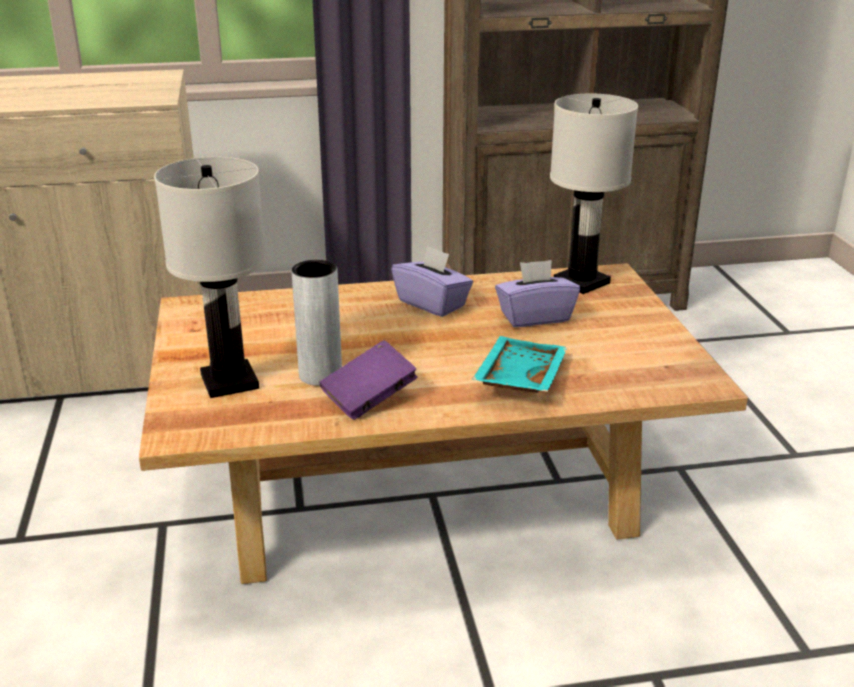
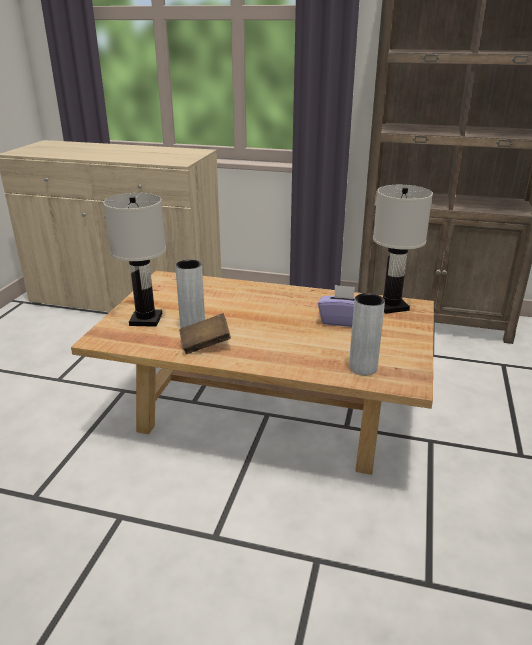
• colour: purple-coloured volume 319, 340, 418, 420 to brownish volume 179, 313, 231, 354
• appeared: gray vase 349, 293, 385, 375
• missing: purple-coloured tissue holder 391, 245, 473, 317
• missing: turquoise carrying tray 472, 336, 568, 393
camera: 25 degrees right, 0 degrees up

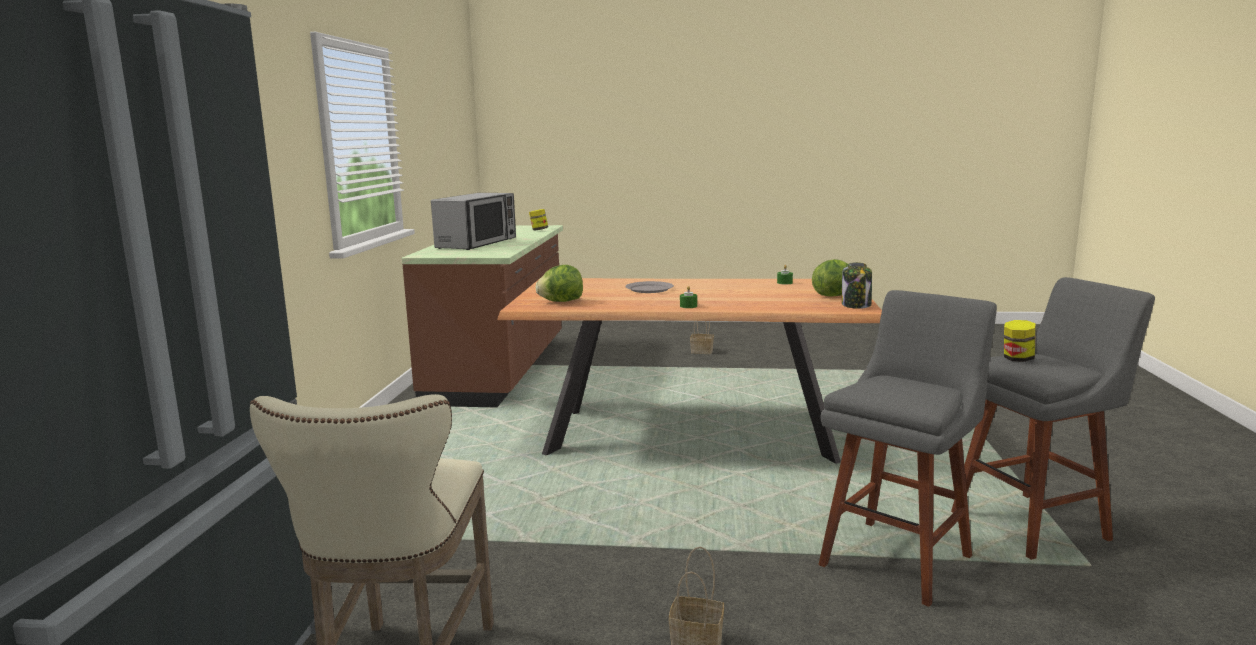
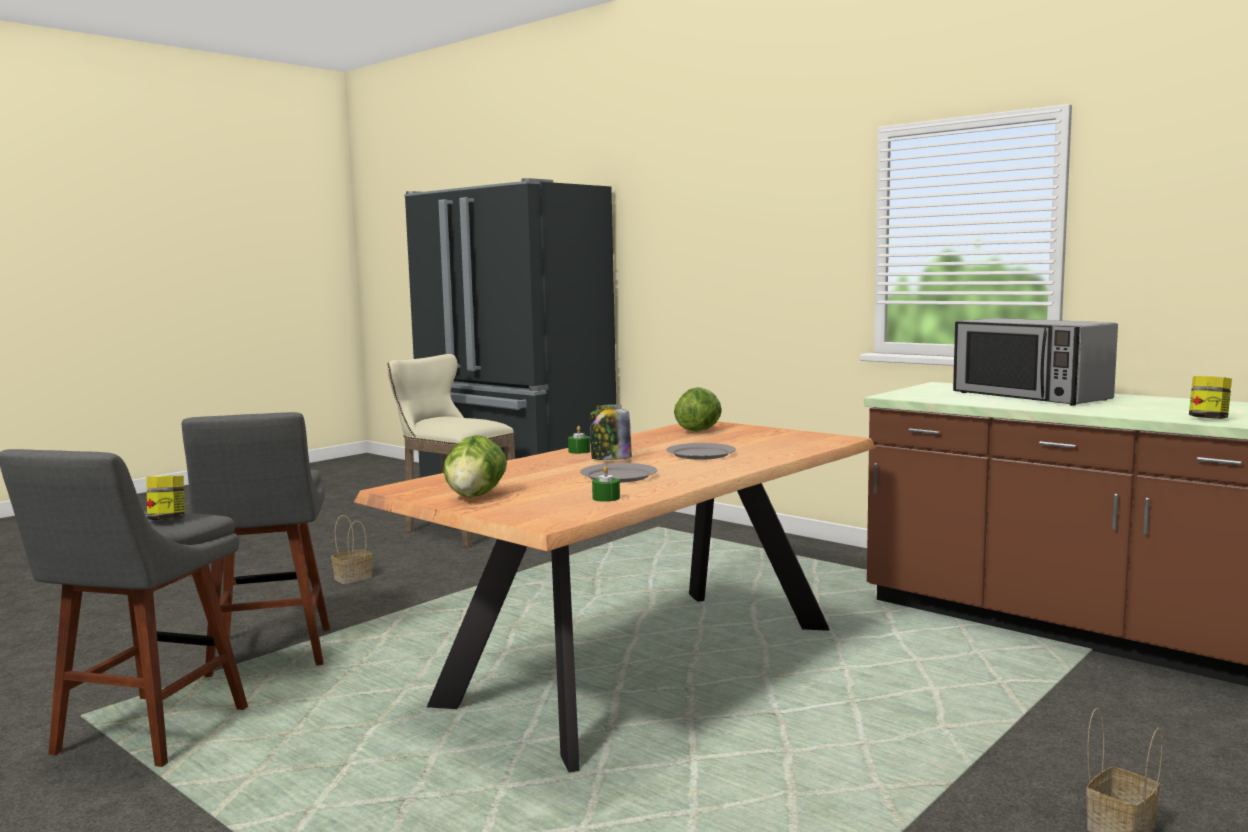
• appeared: gray flat dish 580, 463, 657, 483
• relocated: jar 842, 262, 872, 309 to 590, 404, 632, 460
camera: 125 degrees right, 5 degrees down

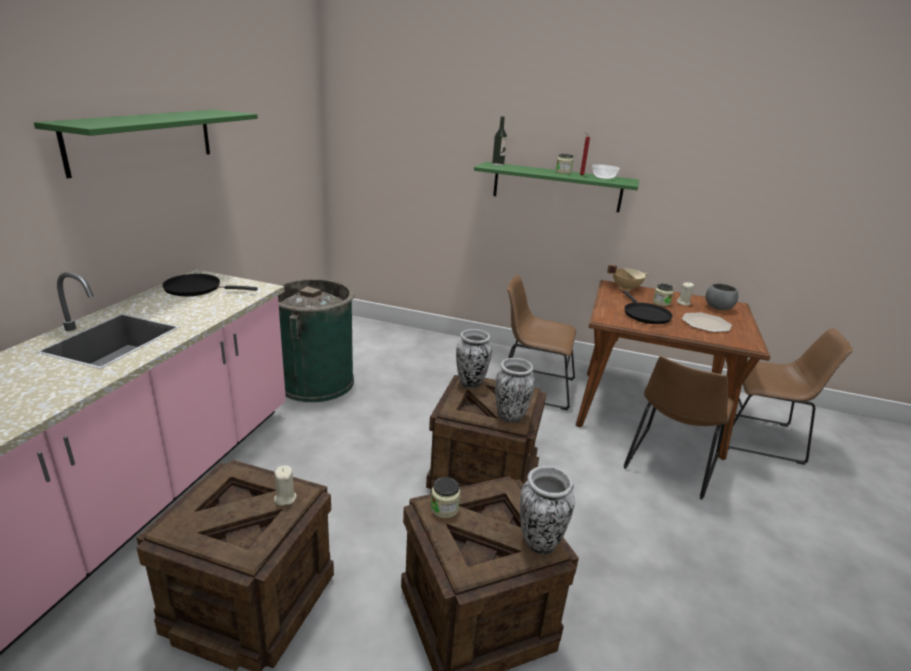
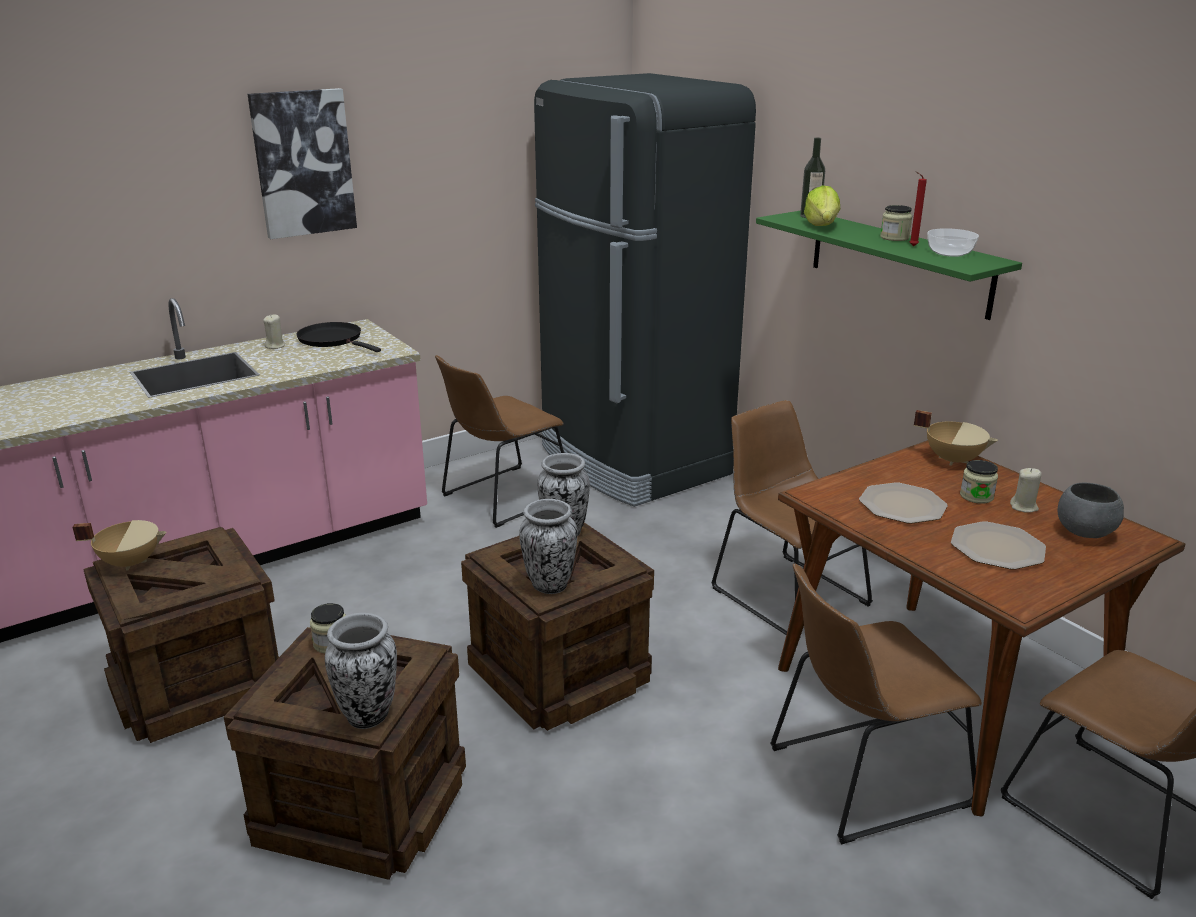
• appeared: sand-coloured saucepot 72, 520, 167, 571
• exchanged: green-coloured shelf 34, 110, 258, 178 to wall picture 248, 88, 357, 239
• relocated: sand-coloured candle 274, 465, 297, 506 to 263, 315, 285, 349
• exchanged: green-coloured rubbish bin 278, 279, 355, 402 to brownish chair 435, 355, 564, 528
• appeared: black-coloured kitchen fridge 534, 73, 756, 507
• appeared: lettuce 804, 185, 840, 226
• exchanged: black-coloured frying pan 623, 291, 673, 324 to flat dish 859, 482, 948, 524
camera: 40 degrees right, 0 degrees up

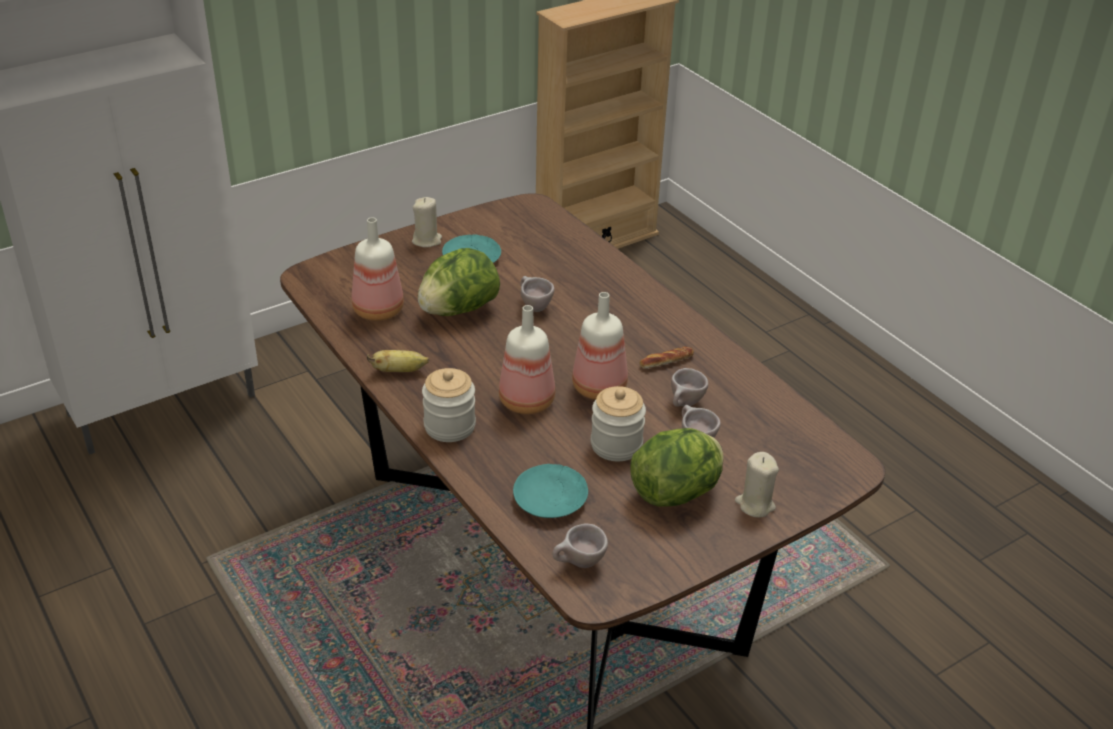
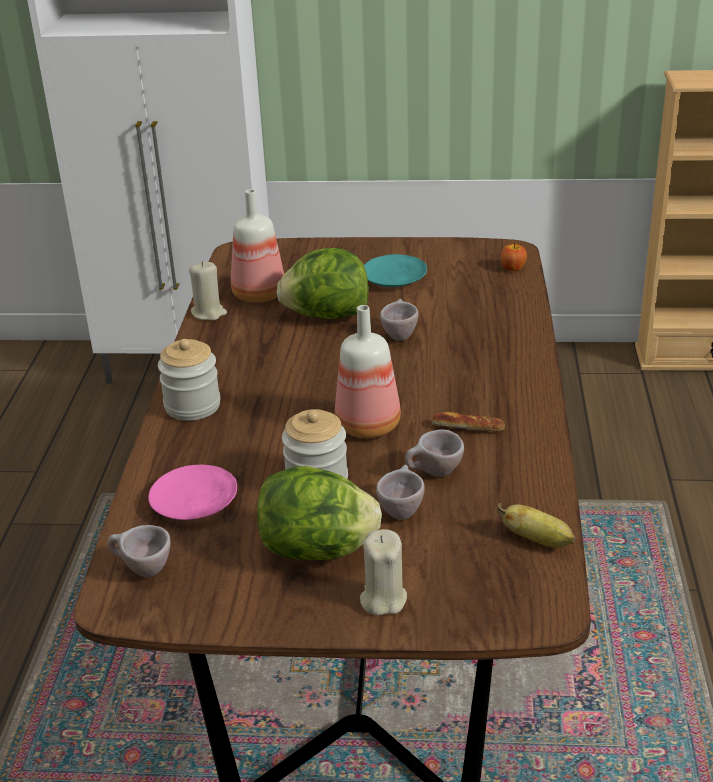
• colour: turquoise flat dish 513, 464, 588, 518 to pink-coloured flat dish 148, 465, 237, 520
• relocated: sand-coloured candle 412, 197, 442, 247 to 189, 261, 227, 320
• relocated: whole banana 367, 350, 429, 372 to 497, 503, 575, 548
• appeared: apple 501, 243, 527, 271
• missing: beverage bottle 499, 305, 555, 414
camera: 40 degrees right, 5 degrees down

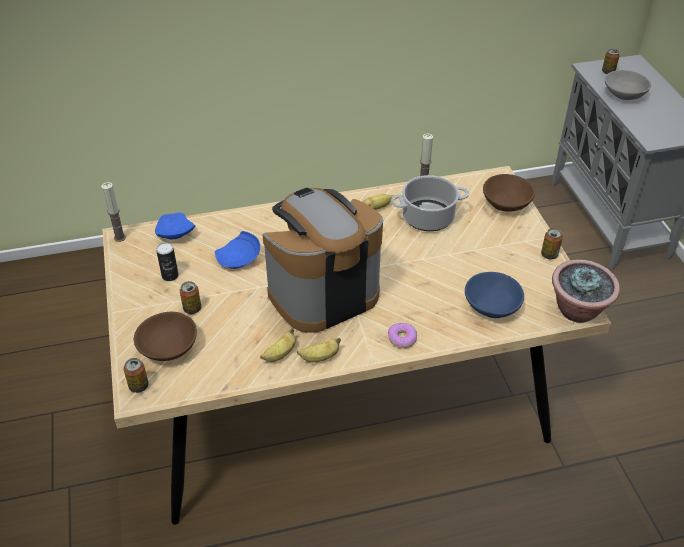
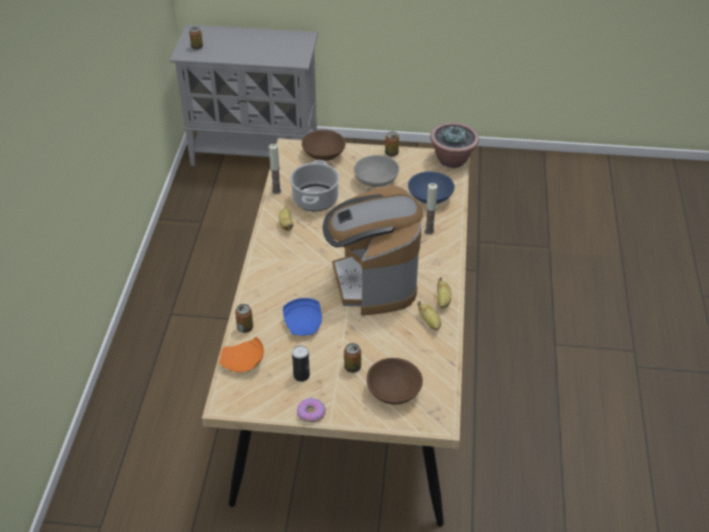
• colour: blue-coloured flat dish 155, 212, 195, 239 to orangey flat dish 219, 337, 264, 372
• relocated: can 124, 358, 149, 393 to 235, 304, 253, 333
• relocated: ring doughnut 388, 323, 417, 348 to 297, 398, 326, 422
• relocated: gray bowl 605, 70, 651, 100 to 354, 155, 399, 187
• relocated: candle 101, 182, 126, 242 to 424, 183, 438, 235
camera: 70 degrees left, 0 degrees up

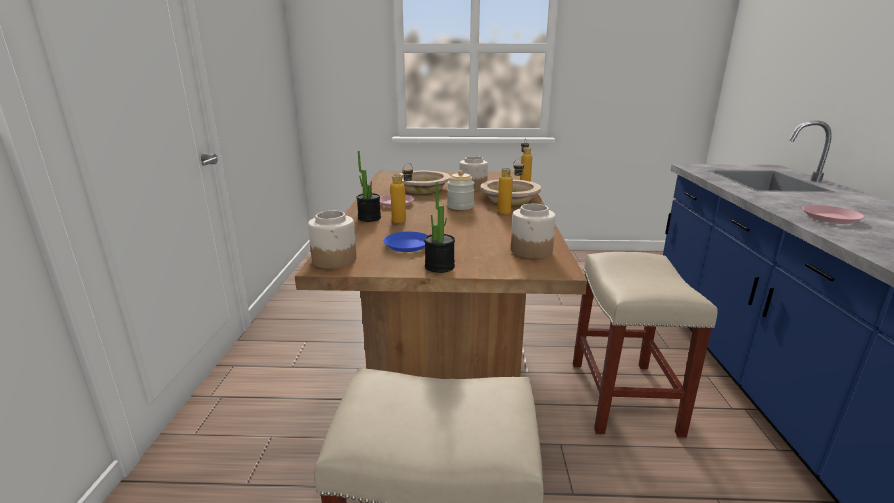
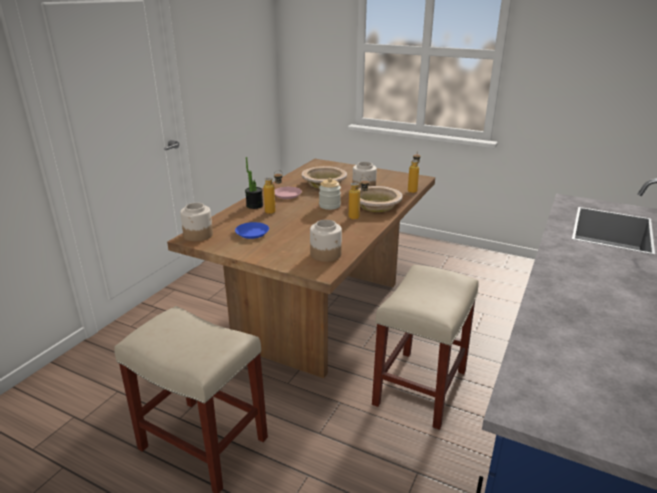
• missing: houseplant 424, 182, 455, 273
• missing: pink-coloured flat dish 802, 205, 864, 224
camera: 25 degrees right, 5 degrees up

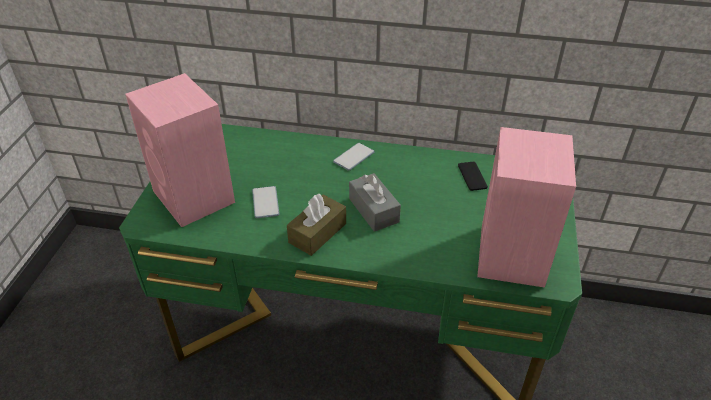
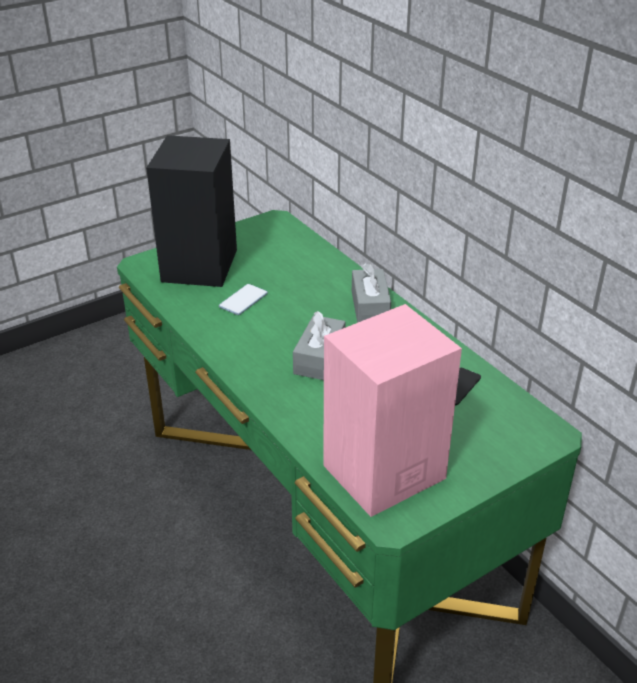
• colour: pink-coloured speaker 125, 73, 235, 227 to black-coloured speaker 146, 135, 237, 287
• exchanged: phone 333, 143, 374, 171 to gray tissue holder 352, 263, 391, 323
• missing: brownish tissue holder 287, 194, 346, 256
camera: 45 degrees right, 5 degrees down

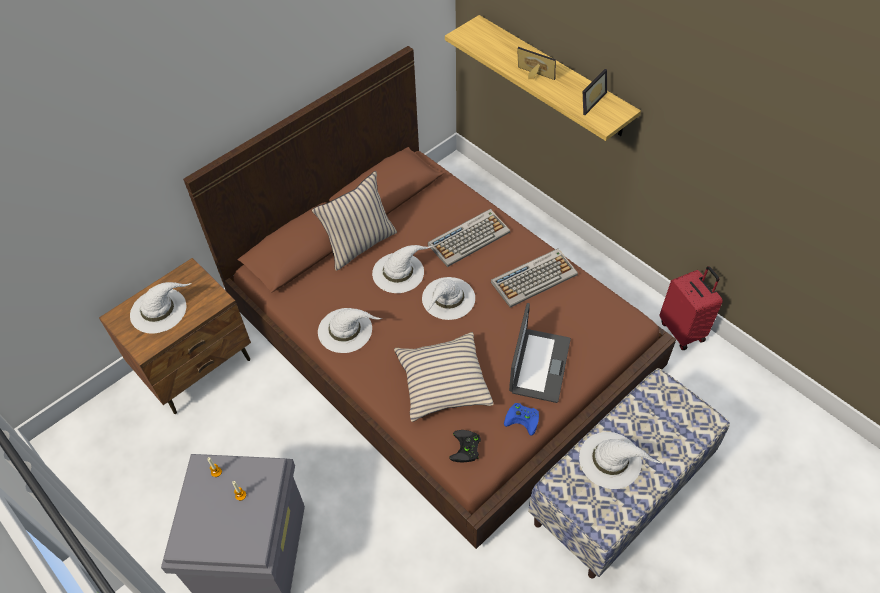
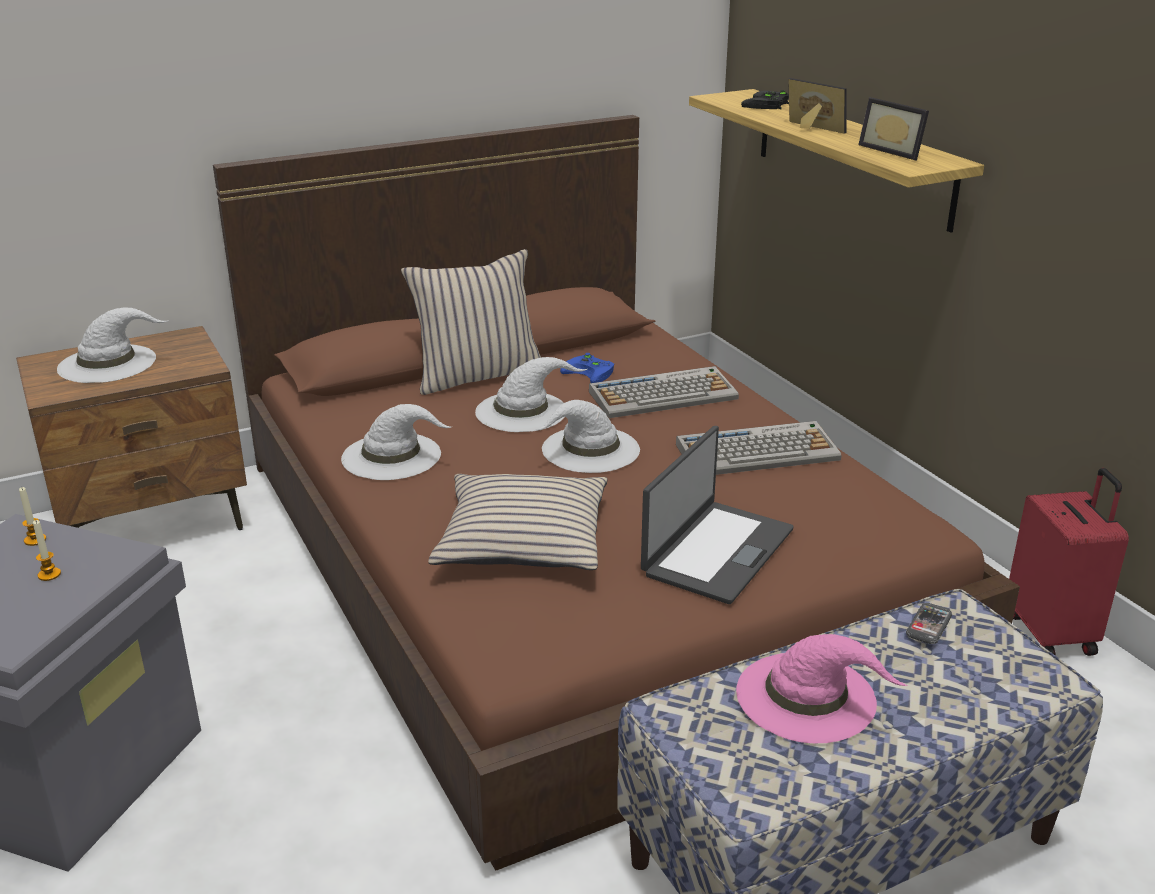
• relocated: blue-coloured game controller 504, 403, 539, 436 to 560, 353, 614, 383
• colour: white-coloured wearable hat 579, 432, 660, 489 to pink-coloured wearable hat 736, 634, 909, 743
• relocated: black-coloured game controller 449, 430, 481, 462 to 741, 90, 789, 110
• spun: photo frame 583, 69, 607, 115 = 858, 97, 929, 160 90 degrees clockwise
• appeared: phone 906, 603, 952, 644
camera: 15 degrees right, 25 degrees down

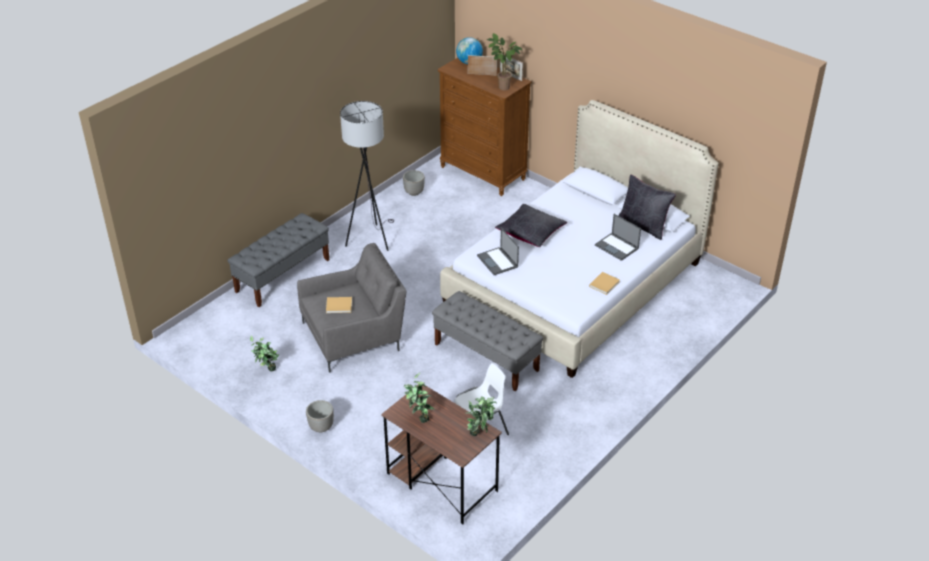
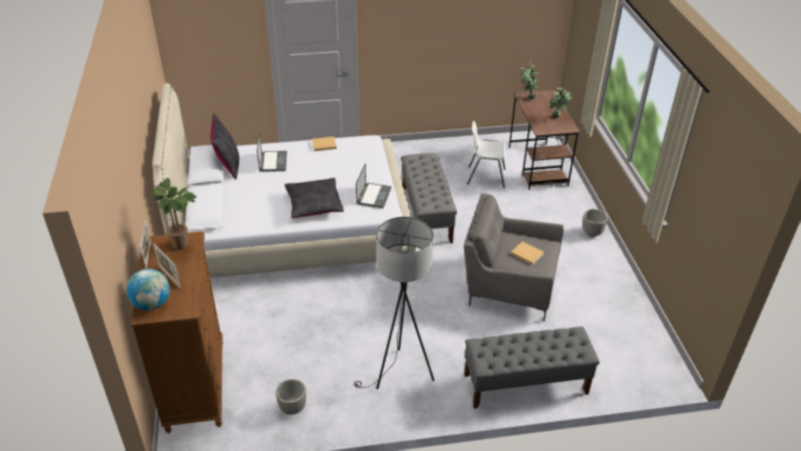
• missing: houseplant 250, 335, 279, 371
camera: 140 degrees left, 0 degrees up

